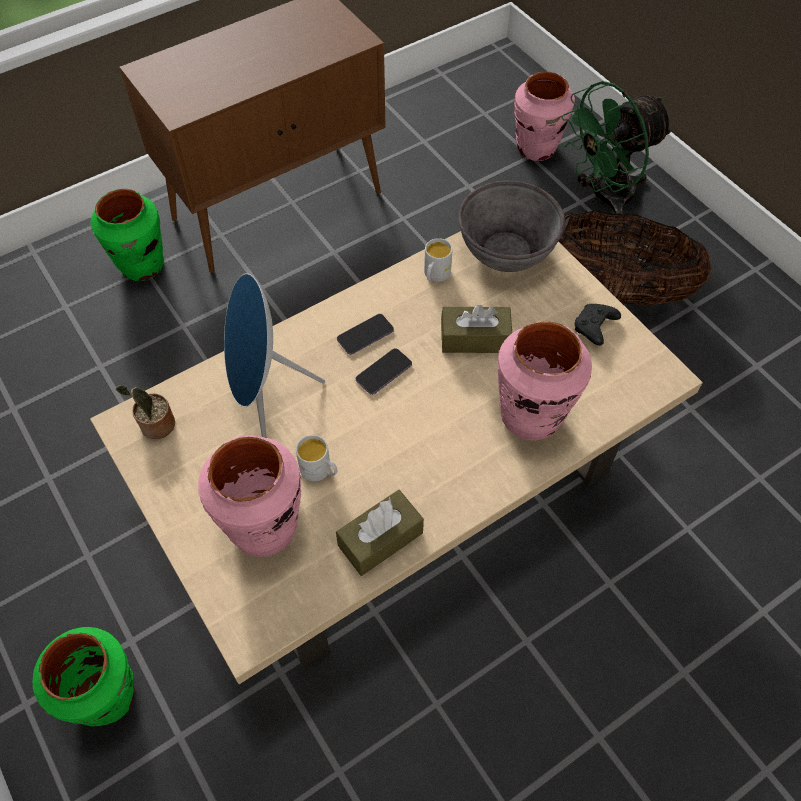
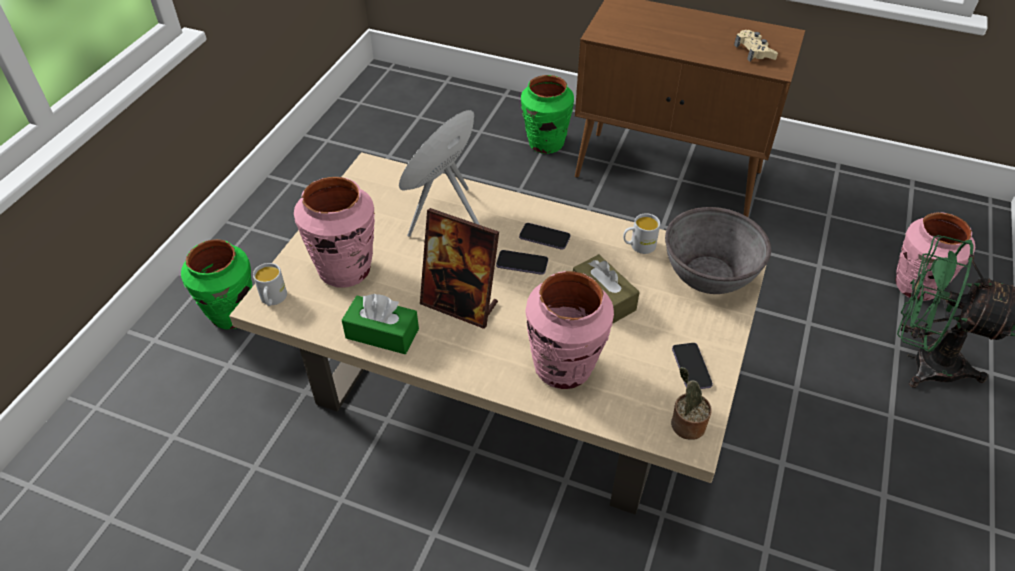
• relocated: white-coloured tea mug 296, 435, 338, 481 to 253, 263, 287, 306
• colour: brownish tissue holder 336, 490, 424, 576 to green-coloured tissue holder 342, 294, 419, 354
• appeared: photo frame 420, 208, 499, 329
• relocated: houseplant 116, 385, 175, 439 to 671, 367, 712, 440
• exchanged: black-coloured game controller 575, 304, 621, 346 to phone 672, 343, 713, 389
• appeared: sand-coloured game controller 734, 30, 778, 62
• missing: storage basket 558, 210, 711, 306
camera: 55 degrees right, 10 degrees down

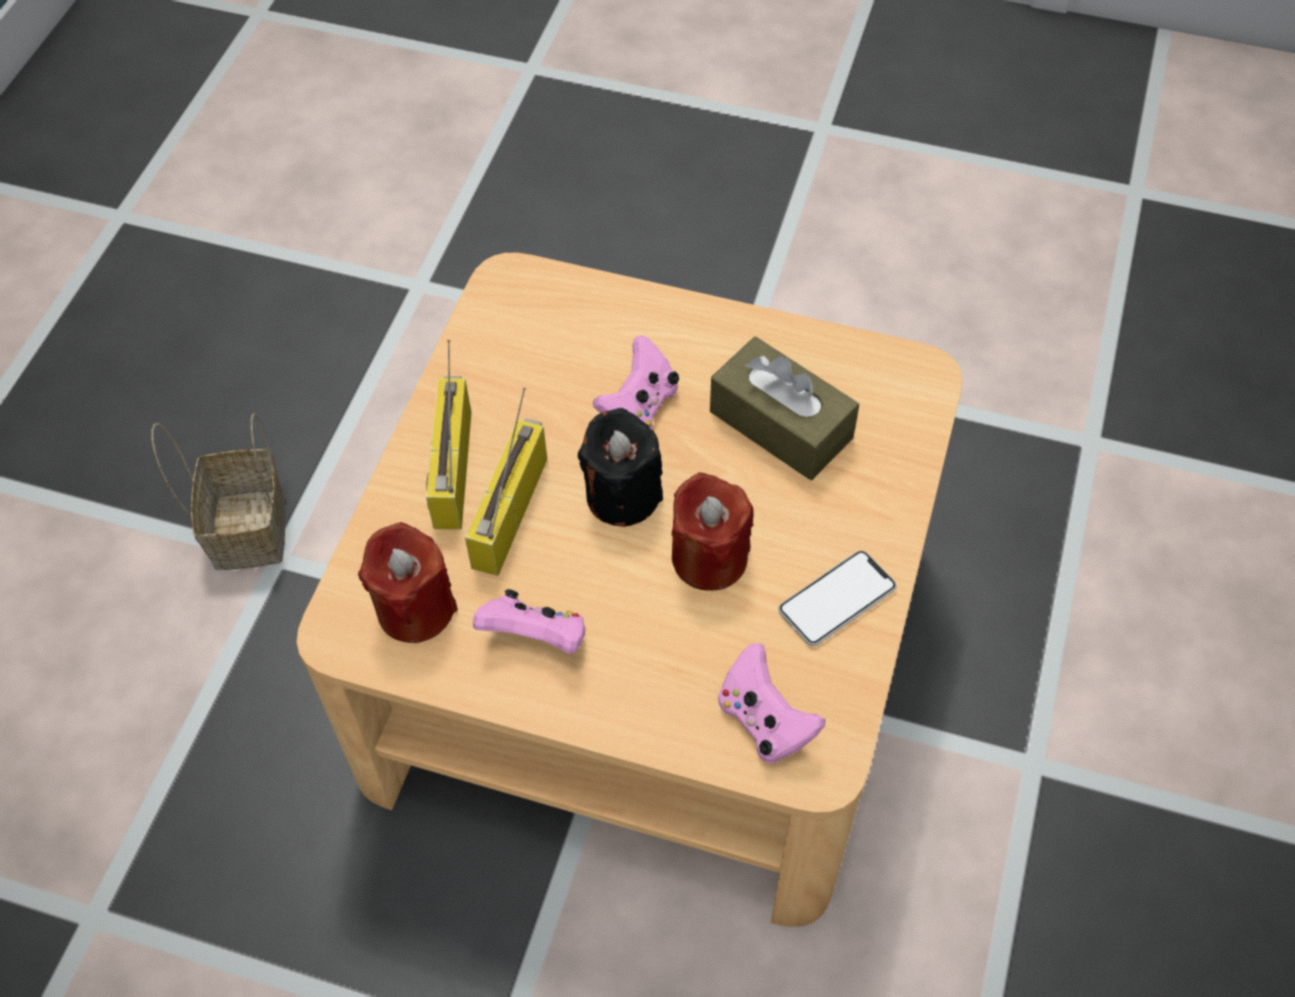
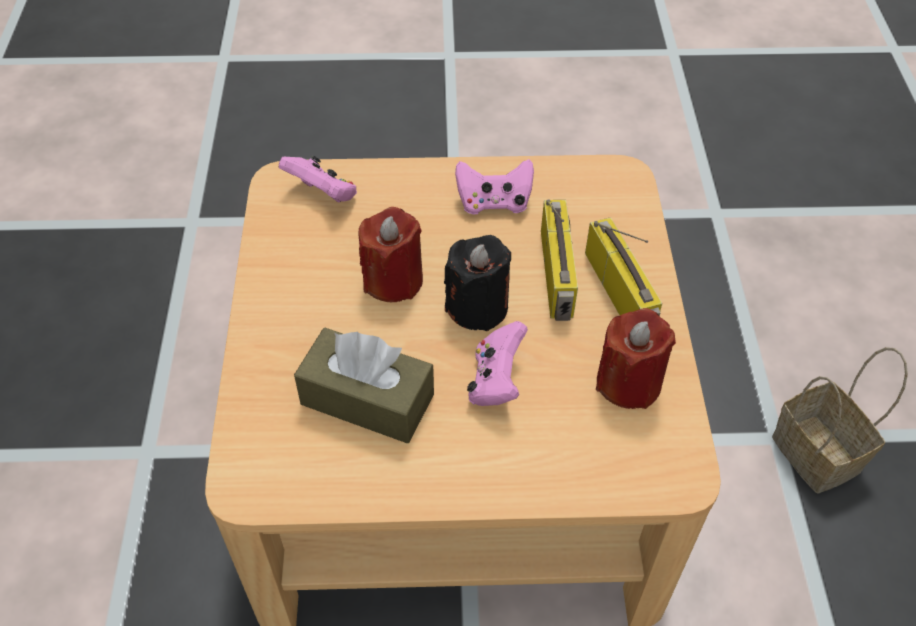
• relocated: red-coloured candle 358, 522, 458, 643 to 596, 308, 676, 409
• missing: phone 778, 551, 896, 646
camera: 160 degrees right, 5 degrees down

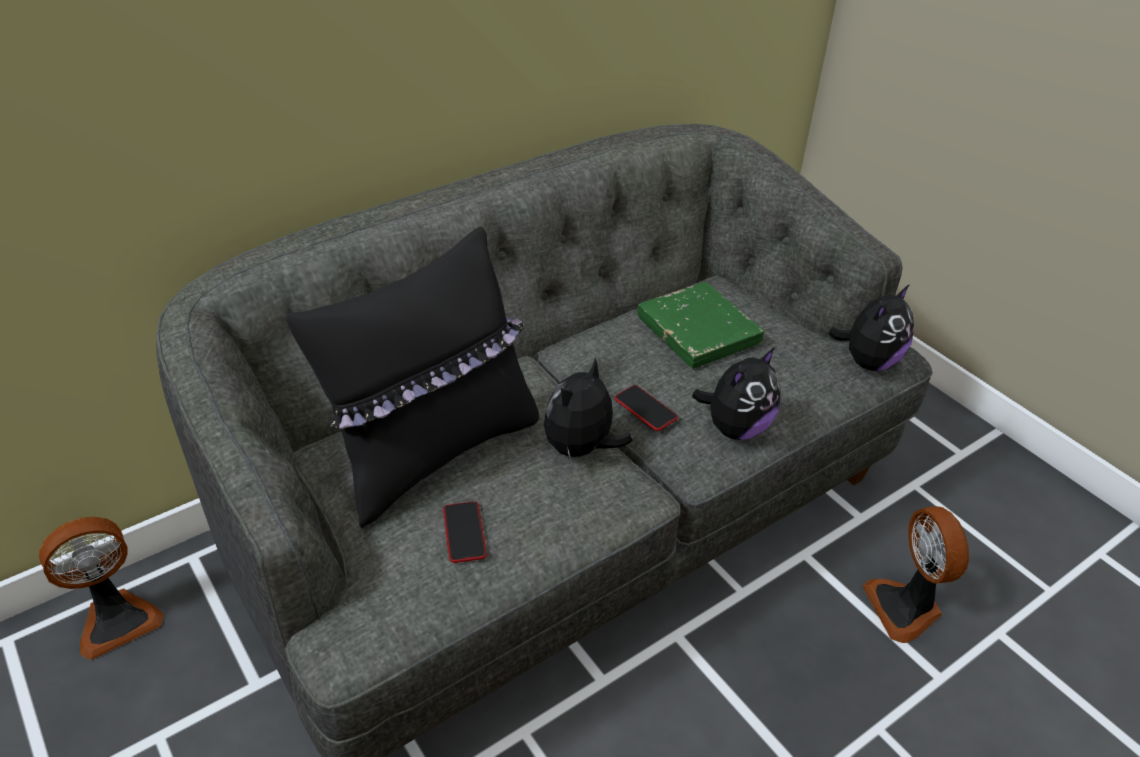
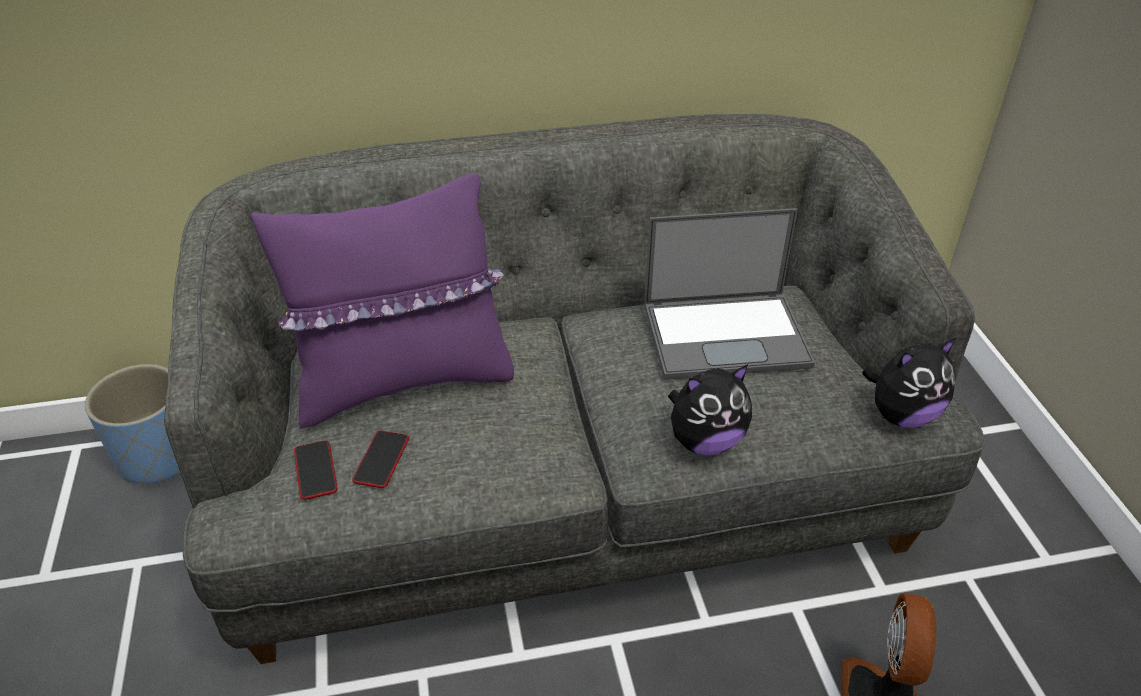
• exchanged: electric fan 39, 517, 164, 660 to blue-coloured planter 85, 364, 181, 484
• colour: black-coloured throw pillow 286, 227, 539, 528 to purple-coloured throw pillow 251, 173, 514, 429
• relocated: phone 615, 385, 678, 431 to 294, 440, 337, 500
• exchanged: green-coloured volume 637, 282, 764, 369 to portable computer 644, 208, 815, 380
• missing: soft toy 544, 357, 633, 463
camera: 25 degrees right, 0 degrees up

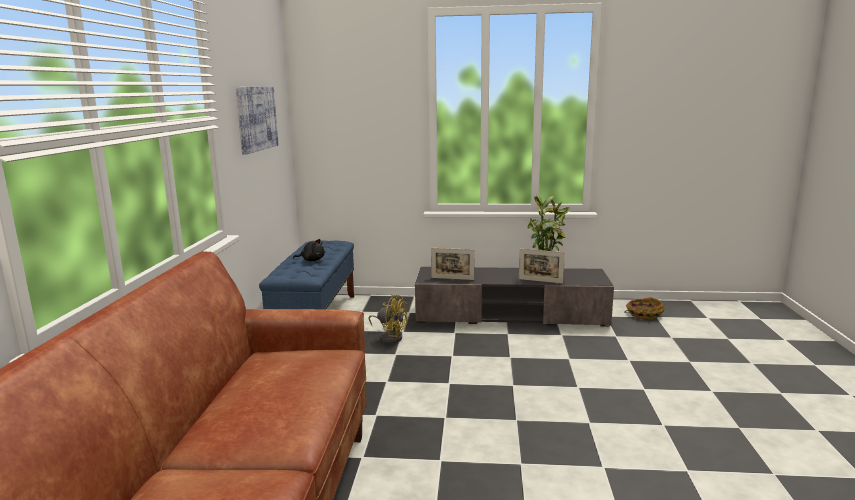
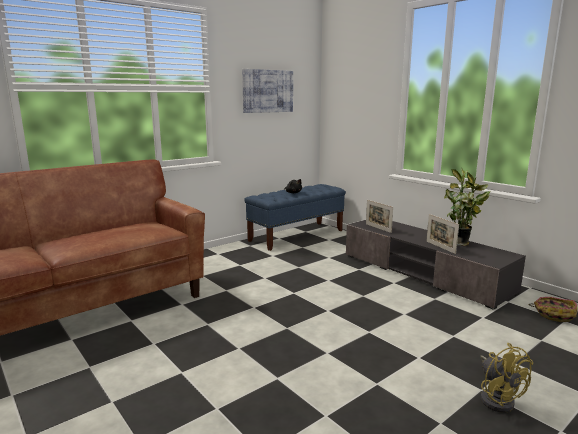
• relocated: yellow electric fan 369, 294, 407, 343 to 480, 343, 533, 413
camera: 45 degrees right, 0 degrees up

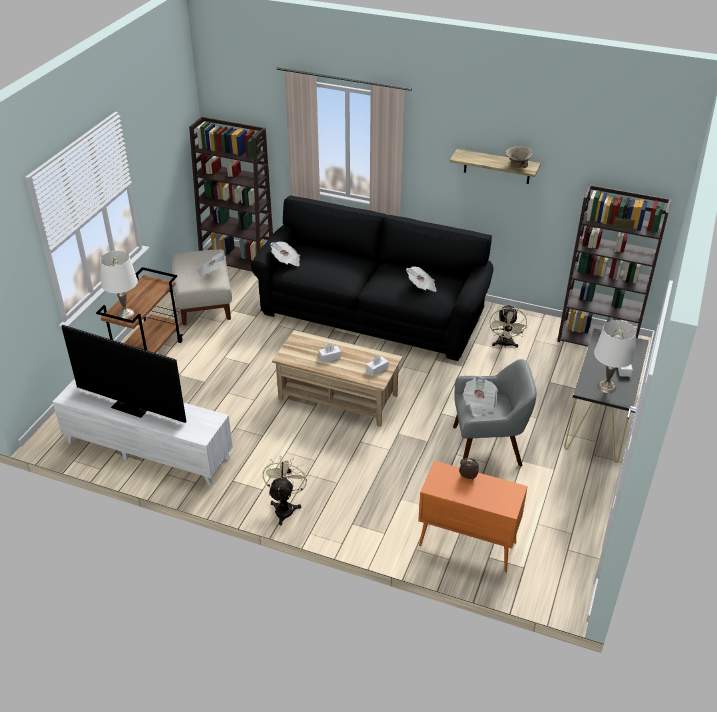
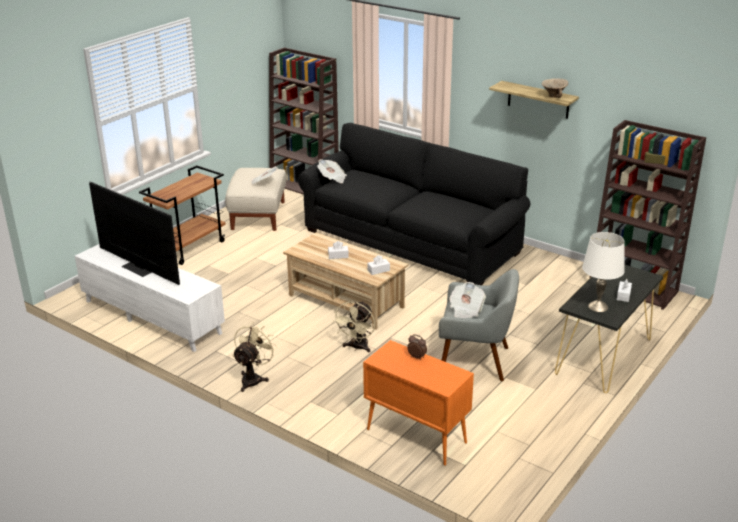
• relocated: sand-coloured electric fan 490, 304, 527, 348 to 332, 301, 375, 352
• missing: white-coloured tabletop lamp 100, 251, 138, 319
• missing: printed paper 406, 266, 437, 292
camera: 15 degrees right, 10 degrees down

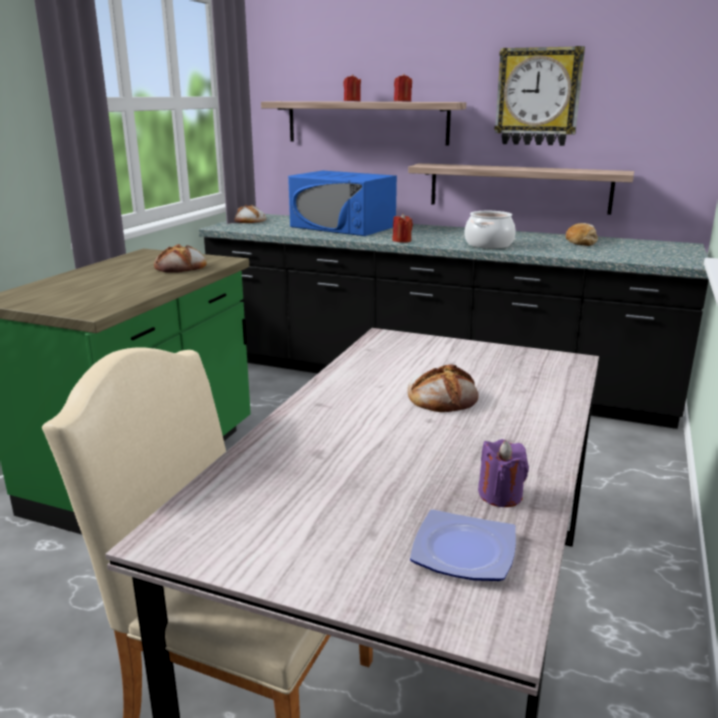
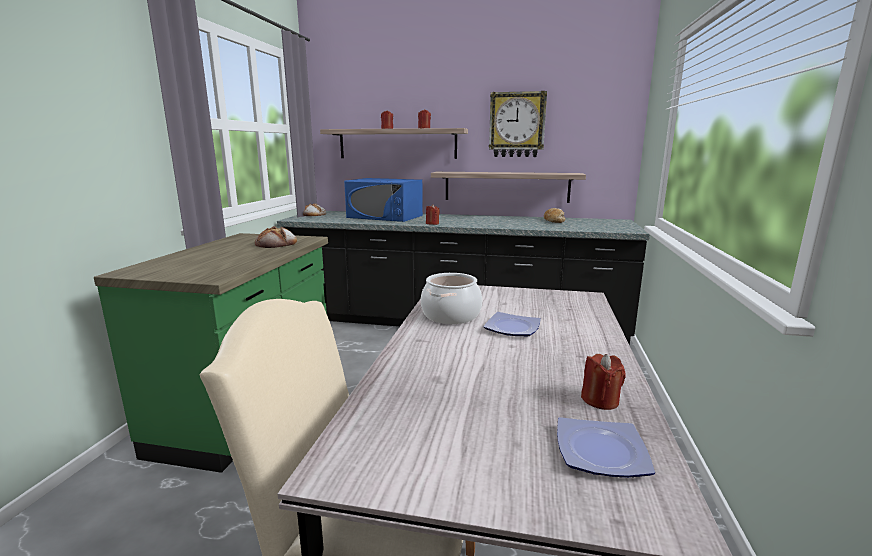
• relocated: saucepot 465, 211, 515, 249 to 421, 273, 482, 324
• exchanged: baked bread 407, 364, 479, 412 to flat dish 484, 312, 541, 336
• colour: purple-coloured candle 478, 439, 529, 507 to red-coloured candle 581, 354, 626, 410
camera: 10 degrees left, 5 degrees down

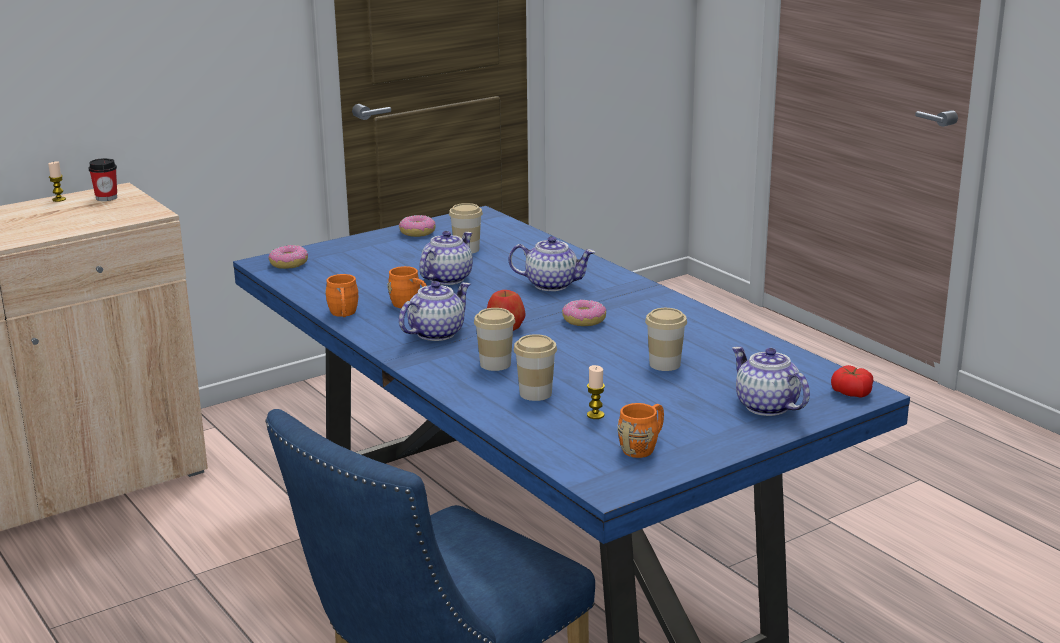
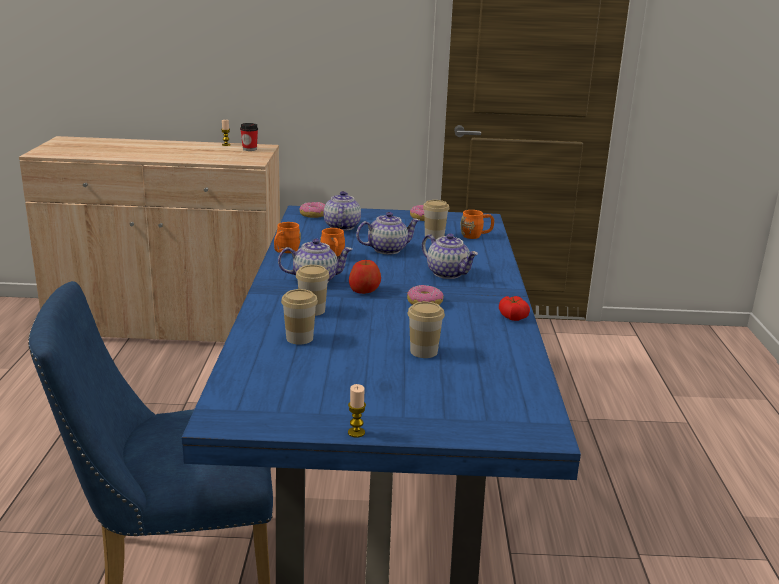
• relocated: tea pot 732, 347, 810, 416 to 324, 191, 361, 231
• relocated: candle 587, 365, 605, 419 to 348, 384, 366, 438
• relocated: orangey tea mug 618, 403, 664, 458 to 461, 210, 494, 239
• relocated: whole tomato 831, 365, 873, 398 to 499, 296, 530, 321
camera: 35 degrees right, 0 degrees up

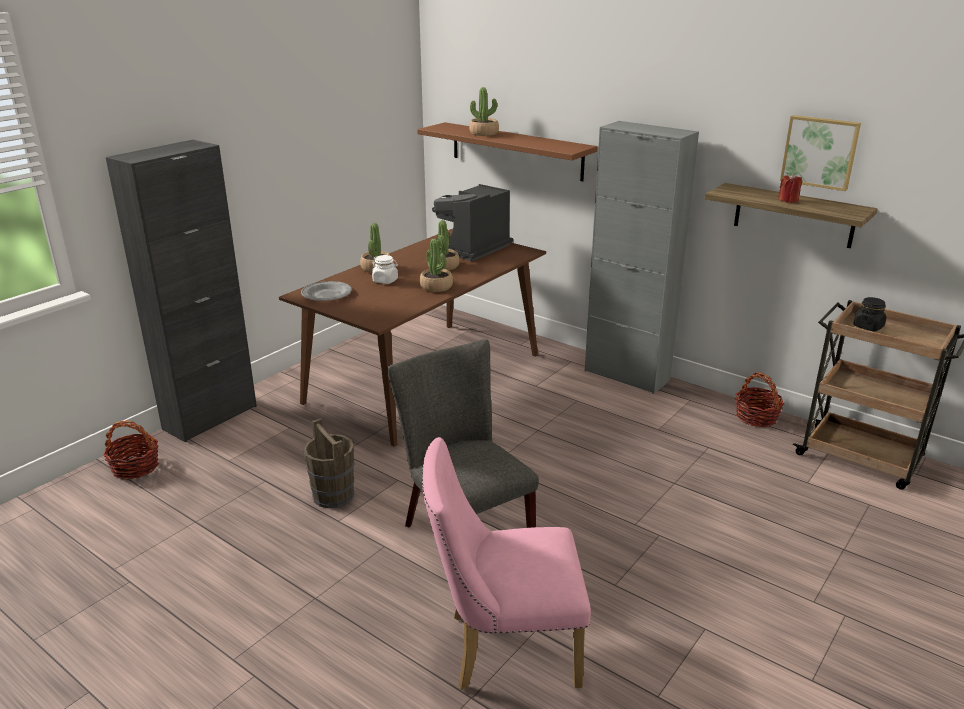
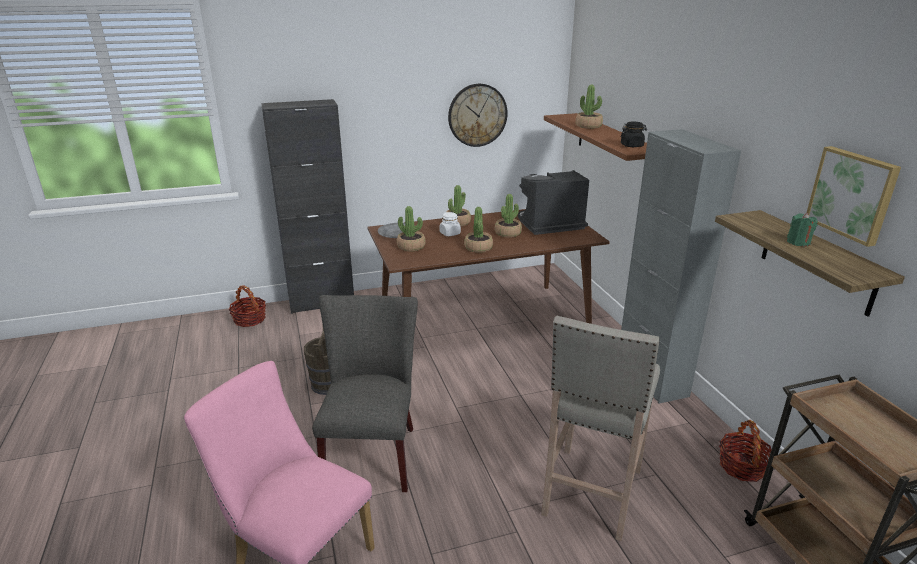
• appeared: houseplant 397, 206, 426, 251
• appeared: clock on the wall 448, 84, 508, 147
• appeared: sand-coloured stool 541, 316, 660, 541
• relocated: black-coloured jar 853, 297, 887, 331 to 621, 122, 647, 147
• colour: red-coloured candle 778, 173, 802, 203 to green-coloured candle 787, 213, 818, 247
camera: 35 degrees right, 0 degrees up

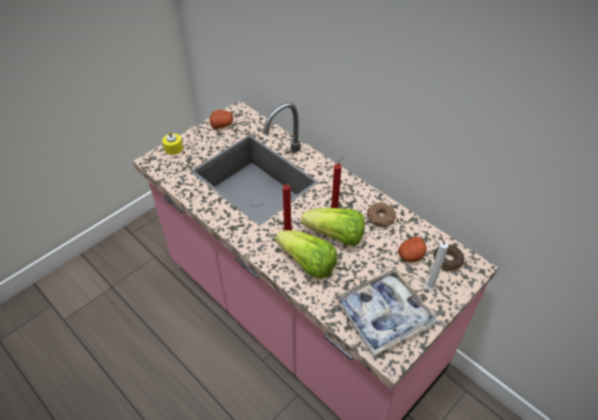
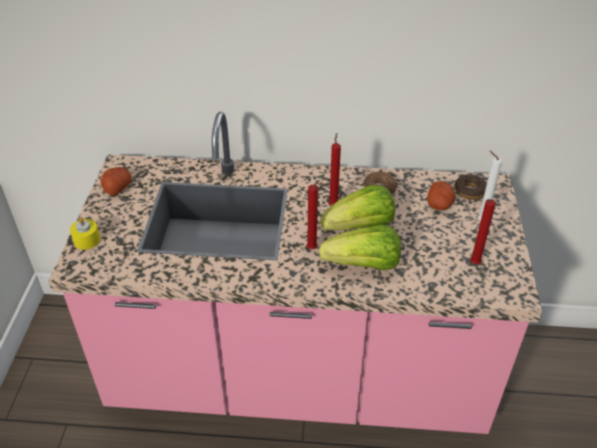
• exchanged: carrying tray 334, 268, 437, 355 to red-coloured candle 470, 199, 496, 264
camera: 40 degrees left, 5 degrees down

